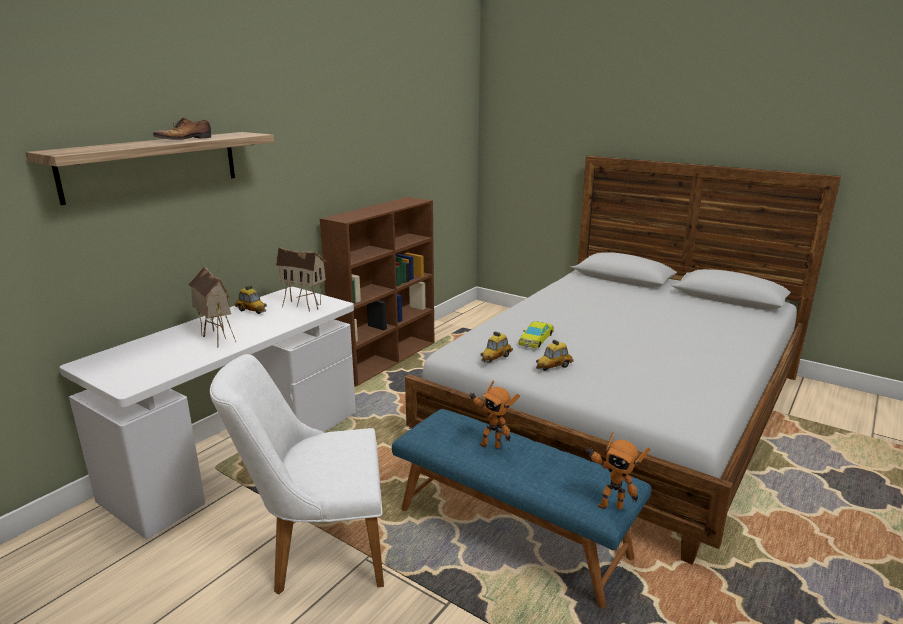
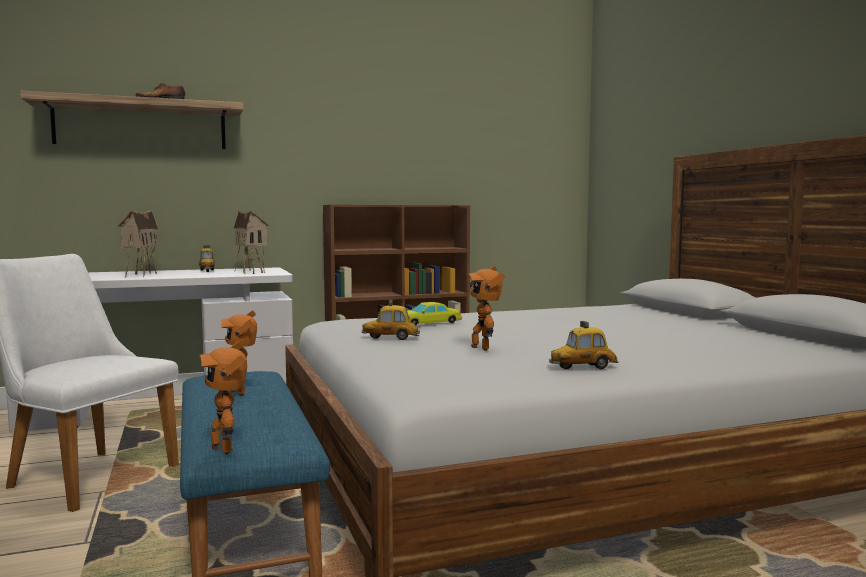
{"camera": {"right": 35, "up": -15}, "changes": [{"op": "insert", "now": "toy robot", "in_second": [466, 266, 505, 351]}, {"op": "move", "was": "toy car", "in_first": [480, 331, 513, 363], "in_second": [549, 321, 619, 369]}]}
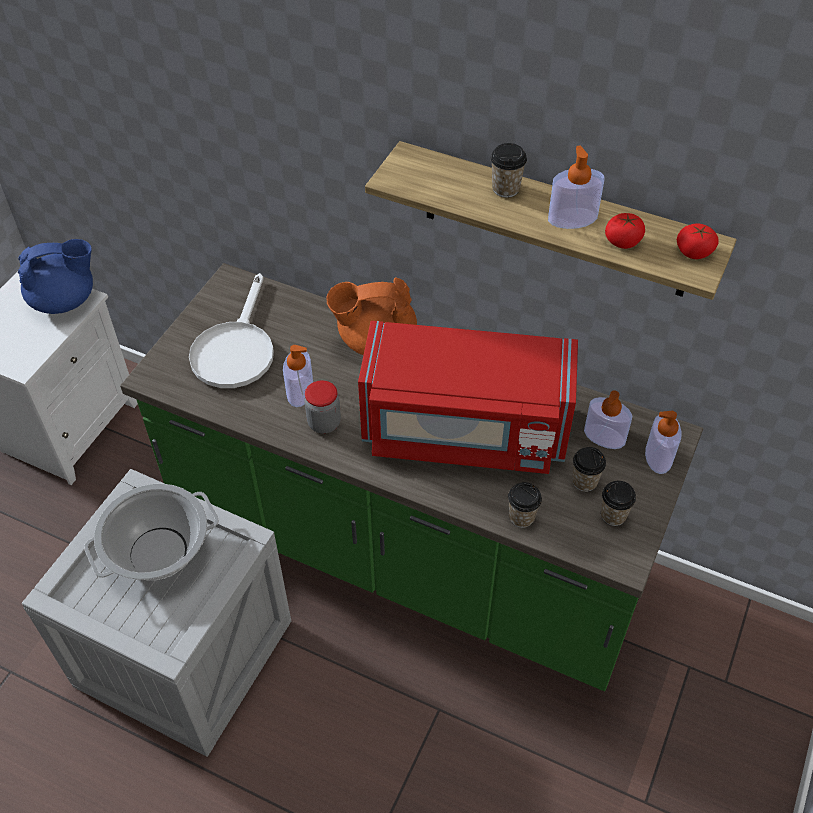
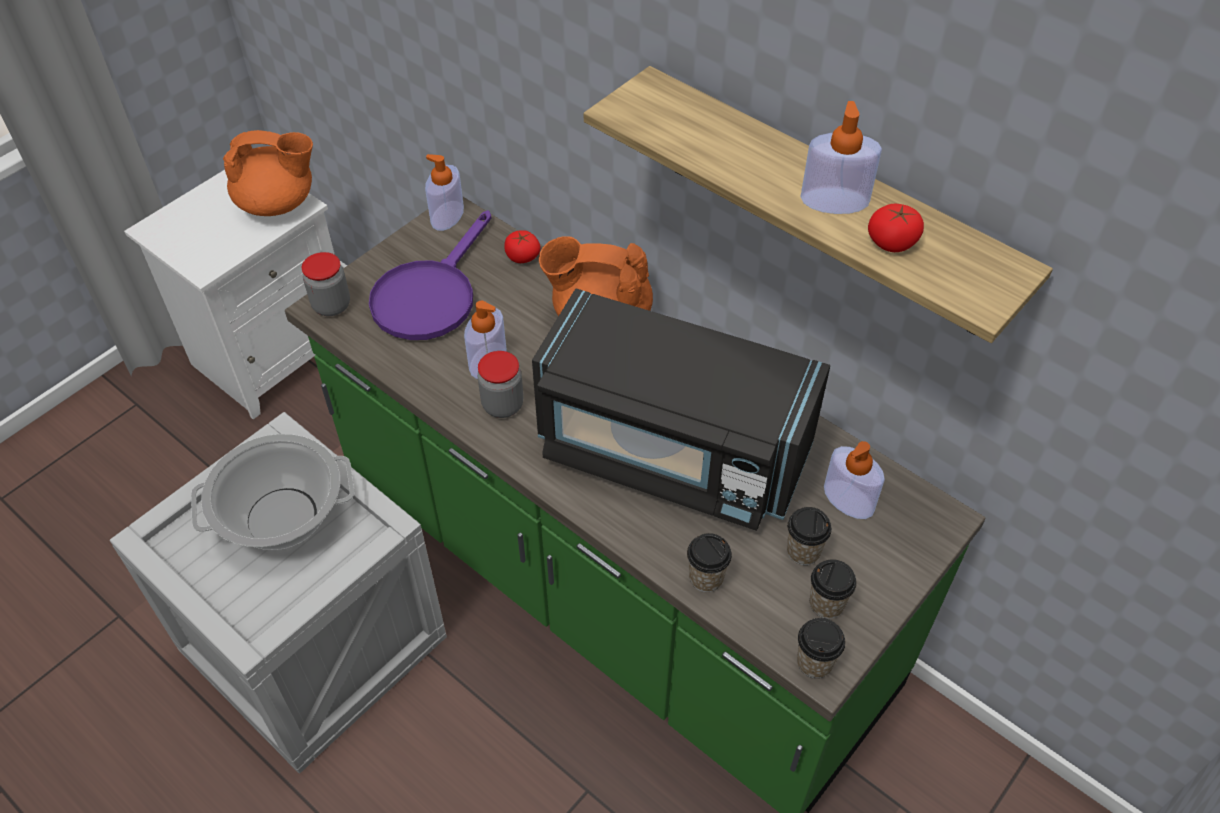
{"camera": {"right": 15, "up": 0}, "changes": [{"op": "insert", "now": "jar", "in_second": [302, 252, 350, 316]}, {"op": "move", "was": "cup", "in_first": [491, 143, 527, 198], "in_second": [797, 618, 845, 678]}, {"op": "move", "was": "soap dispenser", "in_first": [645, 411, 682, 474], "in_second": [425, 154, 464, 231]}, {"op": "move", "was": "tomato", "in_first": [677, 223, 719, 259], "in_second": [504, 230, 541, 263]}, {"op": "recolor", "was": "blue teapot", "now": "orange teapot", "in_first": [18, 239, 93, 314], "in_second": [223, 130, 313, 216]}, {"op": "recolor", "was": "white frying pan", "now": "purple frying pan", "in_first": [189, 273, 274, 388], "in_second": [369, 210, 492, 340]}, {"op": "recolor", "was": "red microwave", "now": "black microwave", "in_first": [358, 321, 578, 474], "in_second": [532, 289, 830, 531]}]}
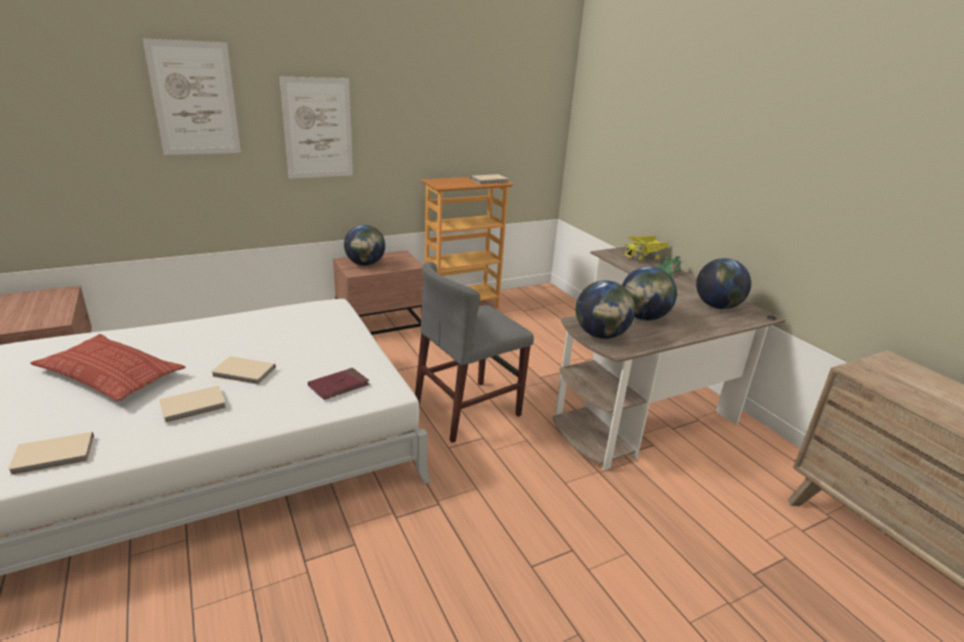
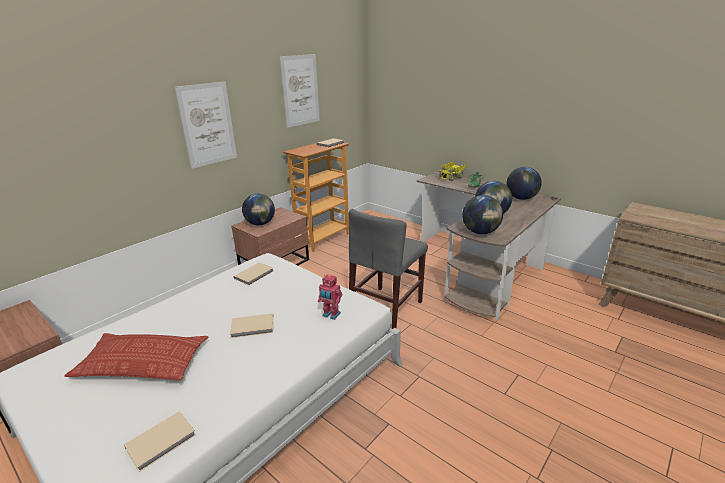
{"camera": {"right": -20, "up": 0}, "changes": [{"op": "move", "was": "picture", "in_first": [143, 39, 241, 155], "in_second": [280, 54, 320, 128]}, {"op": "move", "was": "beige book", "in_first": [159, 385, 226, 423], "in_second": [234, 262, 273, 286]}, {"op": "replace", "was": "red book", "now": "toy robot", "in_first": [308, 368, 369, 400], "in_second": [318, 274, 342, 320]}]}
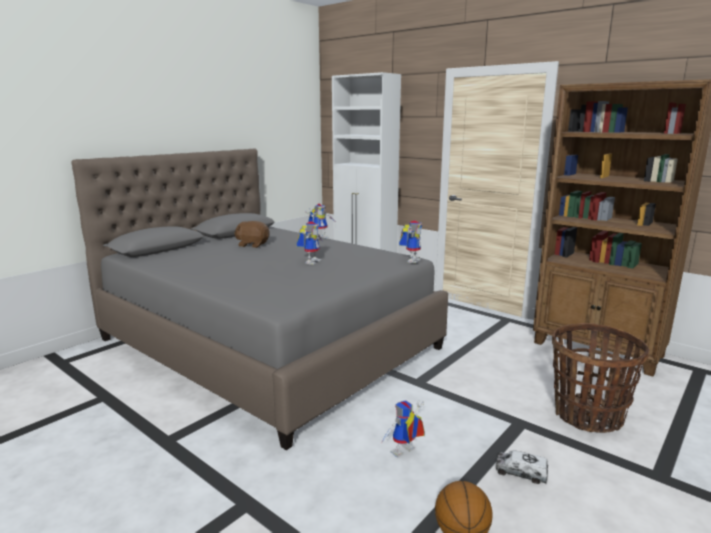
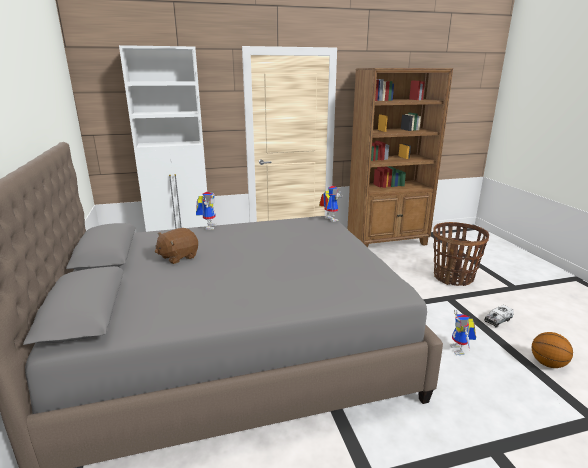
{"camera": {"right": -55, "up": 5}, "changes": [{"op": "delete", "was": "toy robot", "in_first": [297, 221, 322, 265]}]}
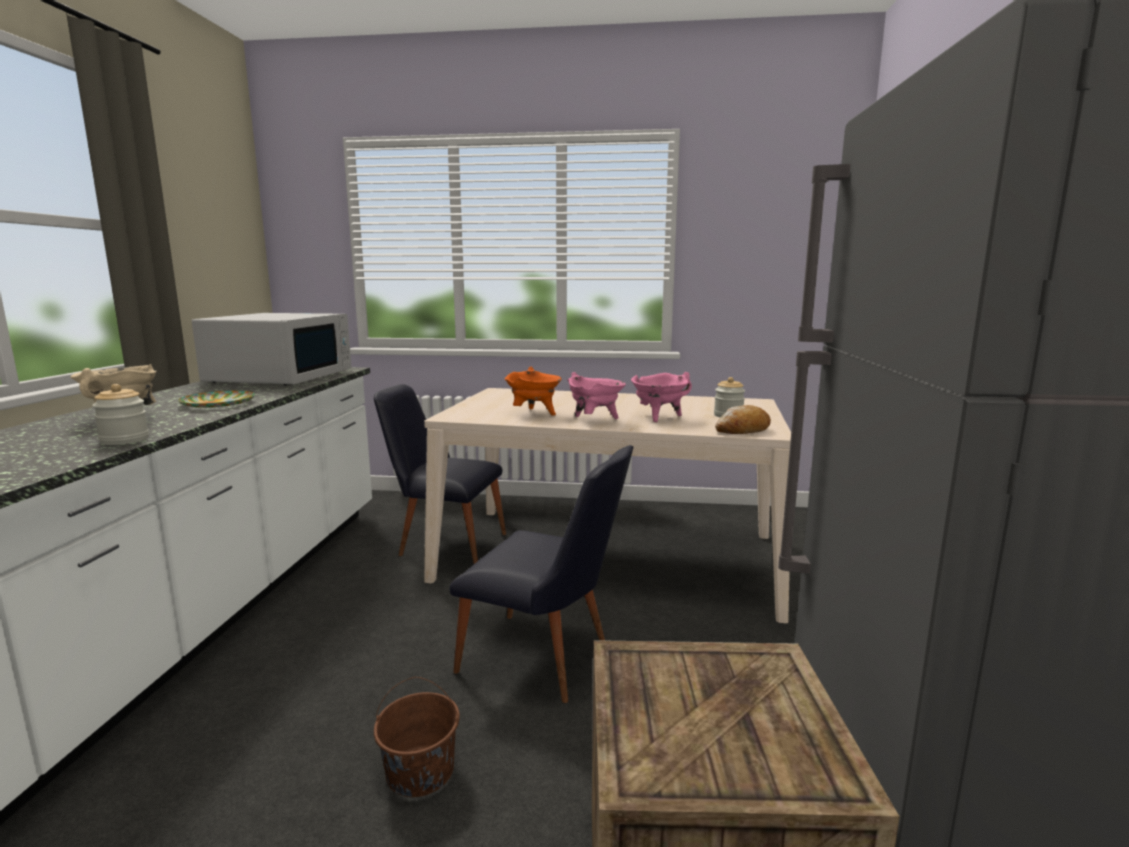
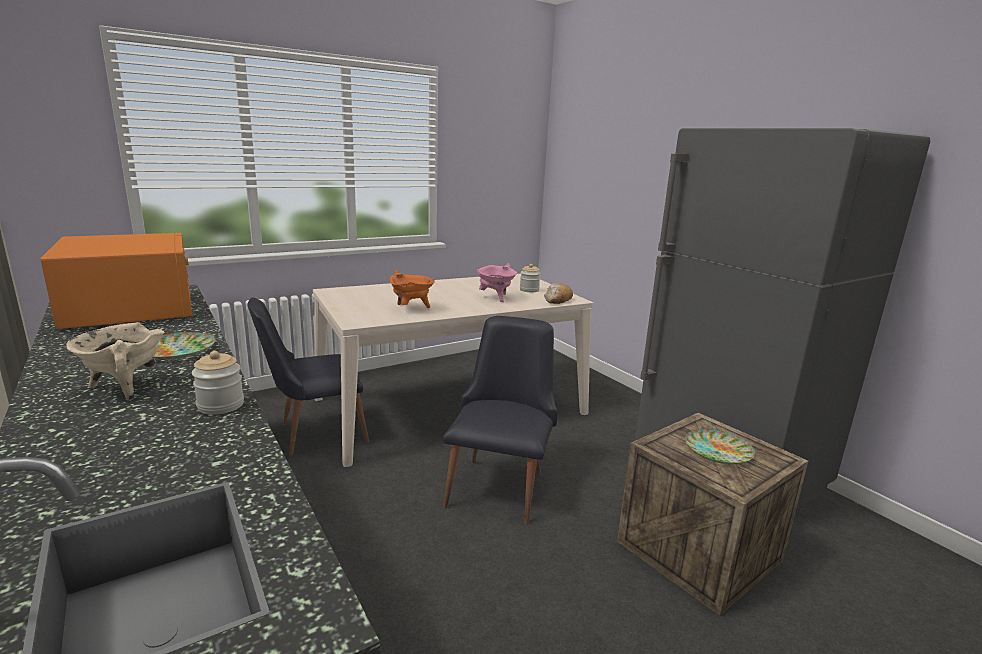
{"camera": {"right": -40, "up": 5}, "changes": [{"op": "delete", "was": "brown bucket", "in_first": [374, 677, 460, 797]}, {"op": "delete", "was": "pink cooking pot", "in_first": [567, 372, 626, 419]}, {"op": "insert", "now": "plate", "in_second": [685, 429, 755, 465]}, {"op": "recolor", "was": "white microwave", "now": "orange microwave", "in_first": [192, 313, 351, 386], "in_second": [40, 233, 192, 329]}, {"op": "rotate", "was": "black chair", "in_first": [449, 445, 633, 703], "in_second": [443, 316, 558, 524], "clockwise": -60}]}
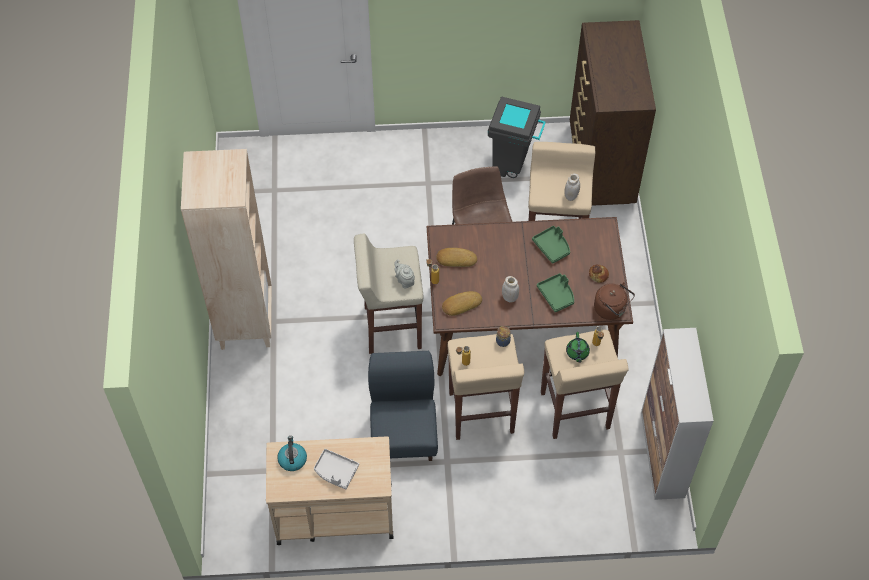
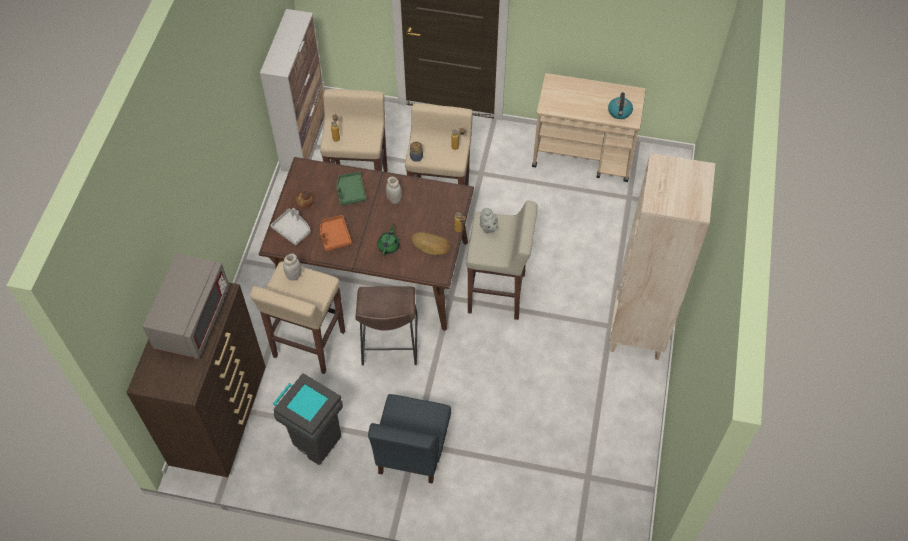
{"camera": {"right": -165, "up": 0}, "changes": [{"op": "delete", "was": "bread", "in_first": [442, 291, 482, 316]}, {"op": "delete", "was": "brown kettle", "in_first": [594, 282, 635, 320]}, {"op": "insert", "now": "grey microwave", "in_second": [142, 254, 229, 359]}, {"op": "move", "was": "grey tray", "in_first": [314, 449, 359, 489], "in_second": [270, 208, 311, 245]}, {"op": "move", "was": "blue chair", "in_first": [368, 351, 438, 461], "in_second": [368, 394, 451, 484]}, {"op": "move", "was": "green teapot", "in_first": [566, 332, 590, 363], "in_second": [377, 224, 400, 256]}, {"op": "recolor", "was": "green tray", "now": "orange tray", "in_first": [532, 226, 570, 264], "in_second": [320, 215, 352, 251]}]}
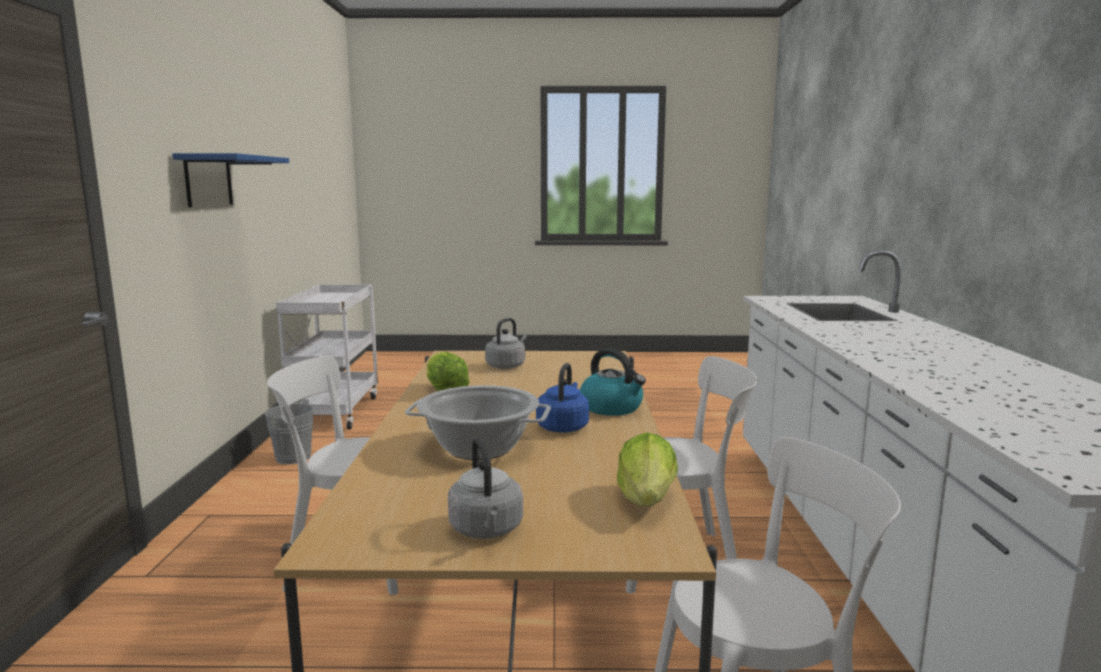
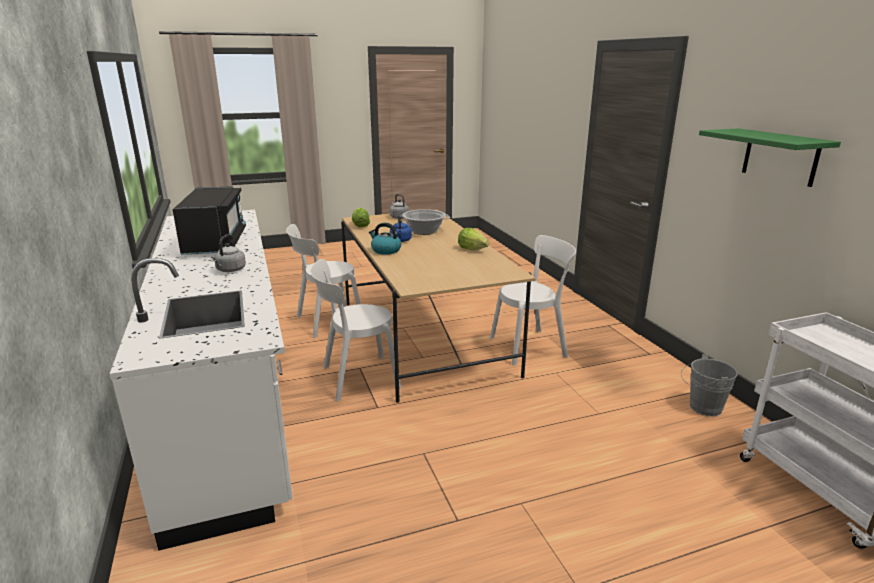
{"camera": {"right": 160, "up": 10}, "changes": [{"op": "insert", "now": "black microwave", "in_second": [173, 186, 246, 255]}, {"op": "move", "was": "grey kettle", "in_first": [485, 318, 527, 369], "in_second": [213, 234, 246, 272]}, {"op": "recolor", "was": "blue shelf", "now": "green shelf", "in_first": [172, 153, 289, 207], "in_second": [699, 128, 841, 187]}]}
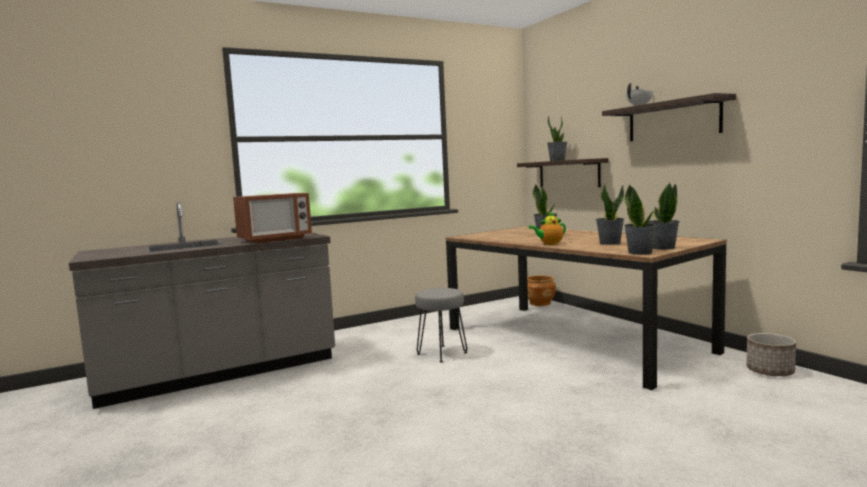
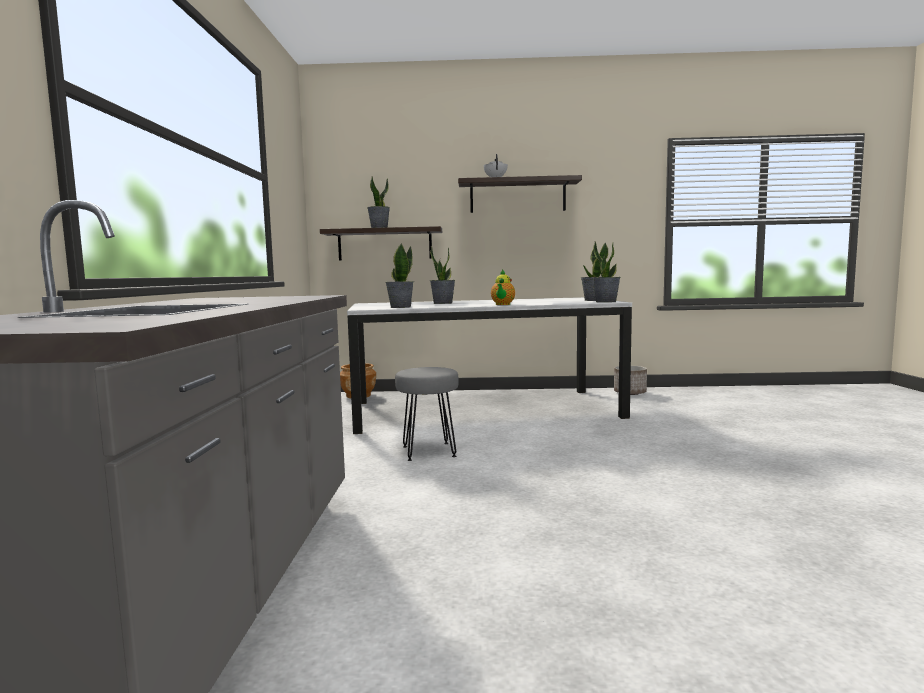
{"camera": {"right": -60, "up": 0}, "changes": [{"op": "delete", "was": "microwave", "in_first": [233, 193, 312, 243]}, {"op": "move", "was": "potted plant", "in_first": [596, 184, 624, 245], "in_second": [386, 243, 414, 308]}, {"op": "recolor", "was": "brown dining table", "now": "white dining table", "in_first": [446, 227, 727, 390], "in_second": [347, 297, 632, 434]}]}
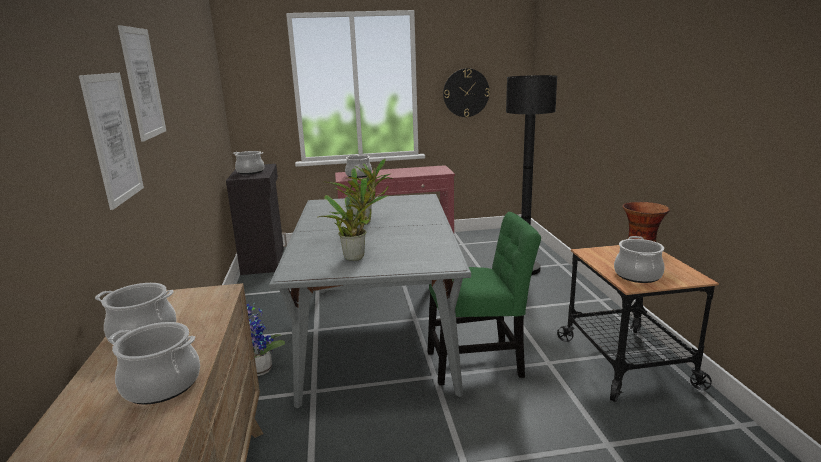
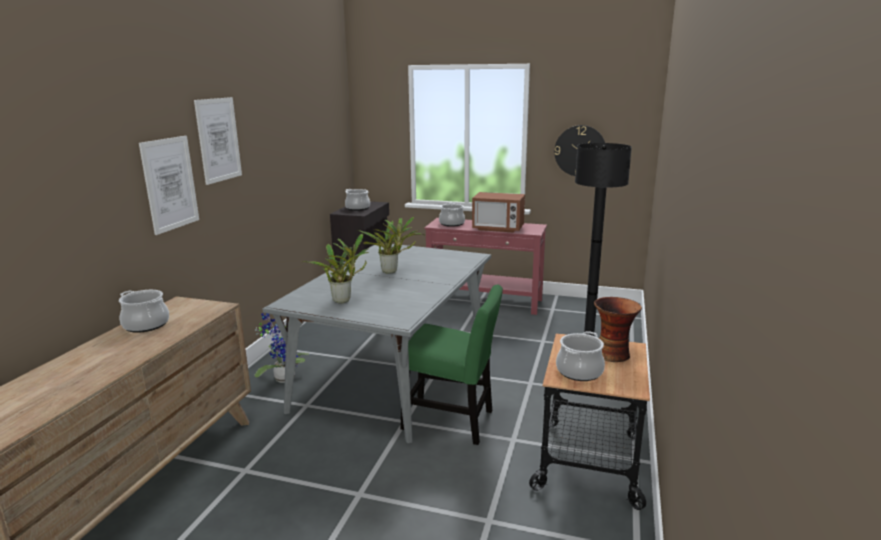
{"camera": {"right": 25, "up": 0}, "changes": [{"op": "delete", "was": "cooking pot", "in_first": [108, 322, 200, 404]}, {"op": "insert", "now": "microwave", "in_second": [472, 192, 525, 233]}]}
